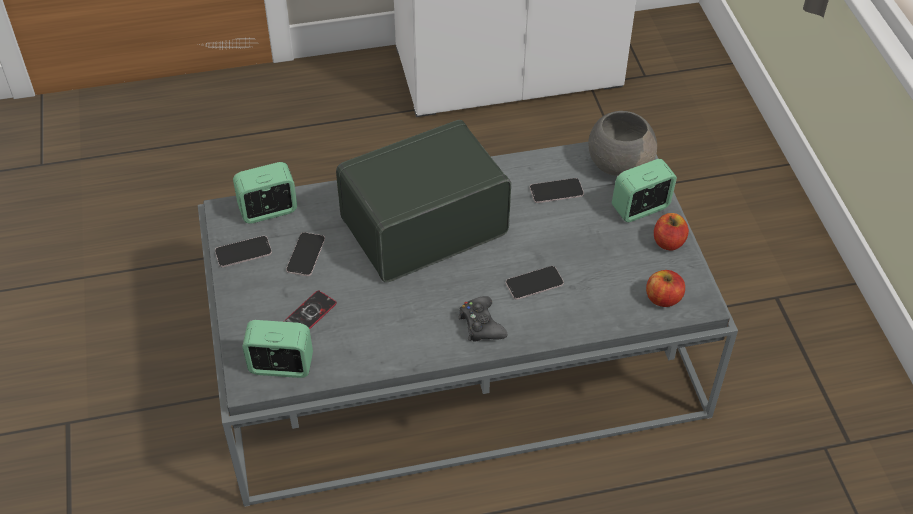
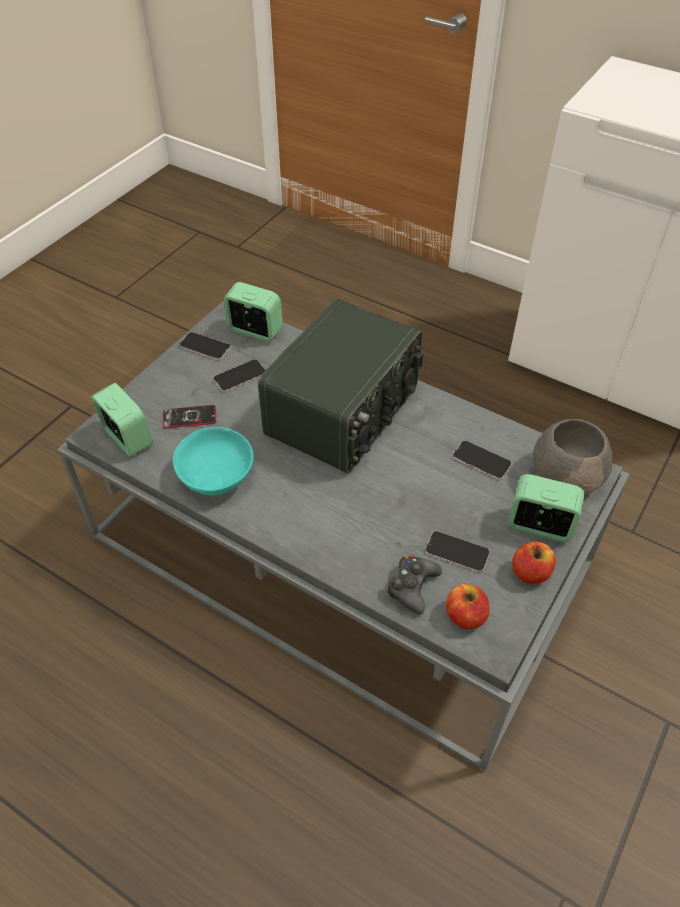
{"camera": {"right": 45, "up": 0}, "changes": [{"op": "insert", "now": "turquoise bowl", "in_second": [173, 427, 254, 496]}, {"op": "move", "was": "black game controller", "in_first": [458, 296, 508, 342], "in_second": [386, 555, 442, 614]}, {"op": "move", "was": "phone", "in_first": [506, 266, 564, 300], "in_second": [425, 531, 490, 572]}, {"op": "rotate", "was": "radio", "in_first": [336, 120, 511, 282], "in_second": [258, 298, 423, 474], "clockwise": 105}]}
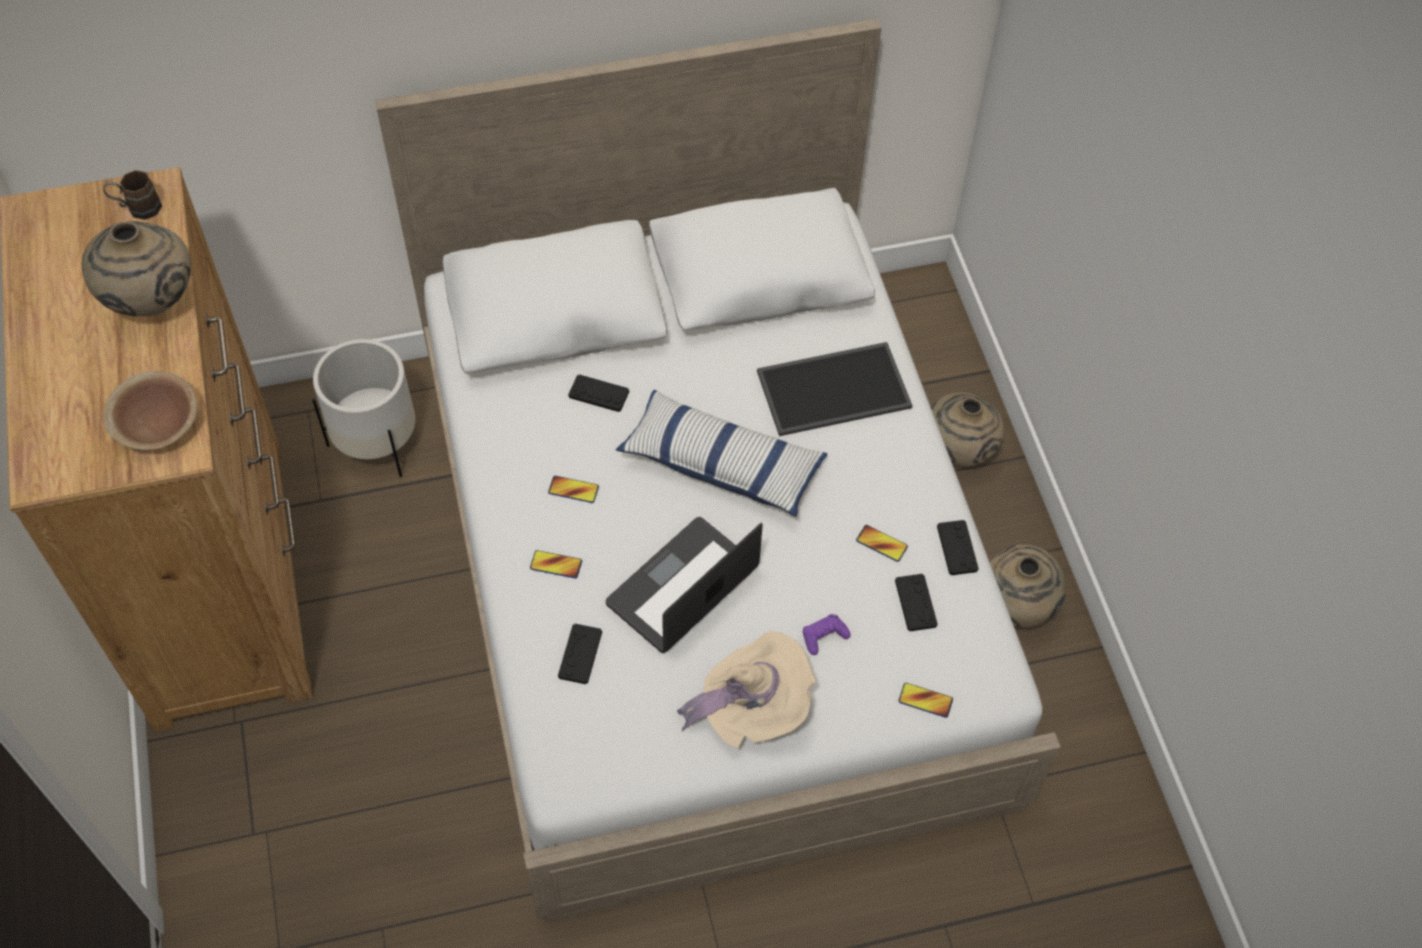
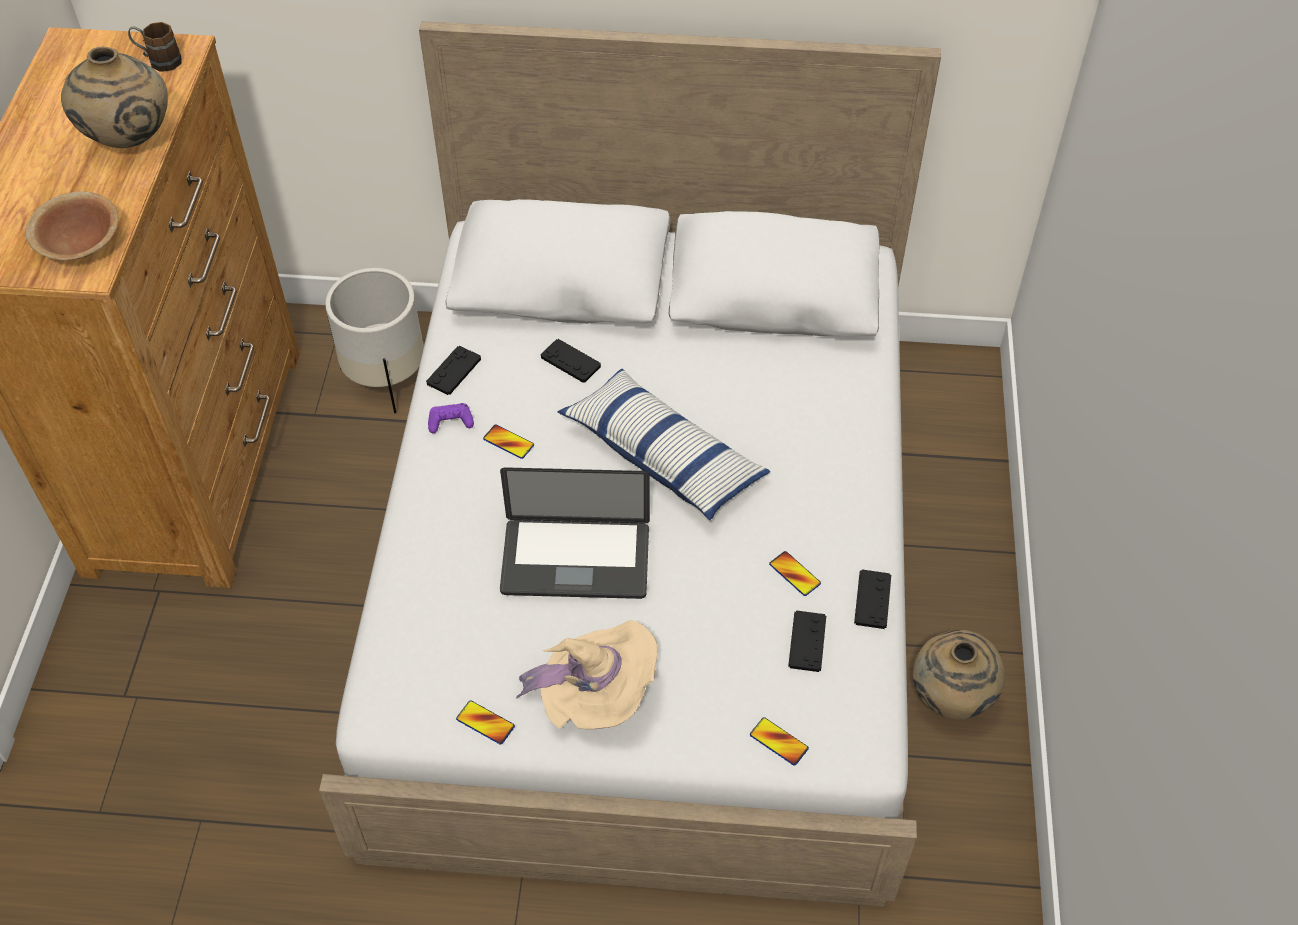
{"camera": {"right": 20, "up": -5}, "changes": [{"op": "delete", "was": "tray", "in_first": [757, 342, 913, 436]}, {"op": "delete", "was": "beige vase", "in_first": [931, 392, 1004, 466]}, {"op": "move", "was": "phone", "in_first": [530, 550, 582, 578], "in_second": [456, 700, 515, 745]}, {"op": "move", "was": "black game controller", "in_first": [558, 624, 602, 684], "in_second": [426, 346, 481, 395]}, {"op": "move", "was": "purple game controller", "in_first": [803, 614, 851, 655], "in_second": [428, 403, 474, 433]}, {"op": "rotate", "was": "laptop", "in_first": [606, 517, 763, 653], "in_second": [500, 467, 650, 599], "clockwise": -150}]}
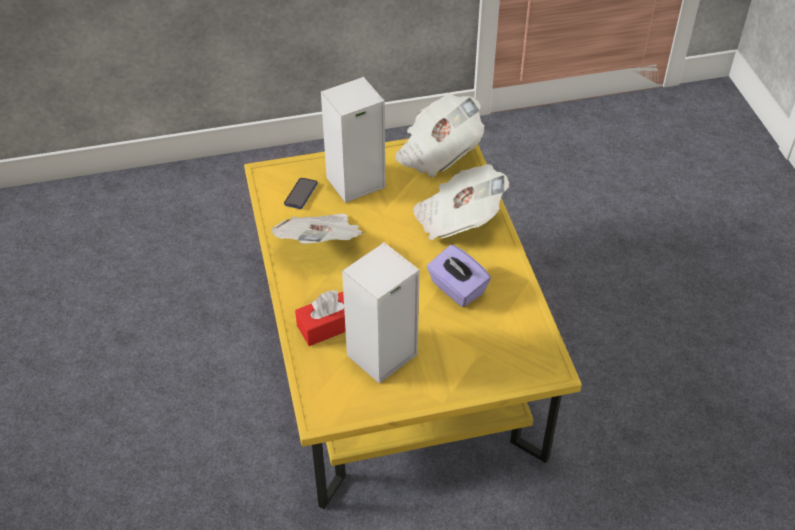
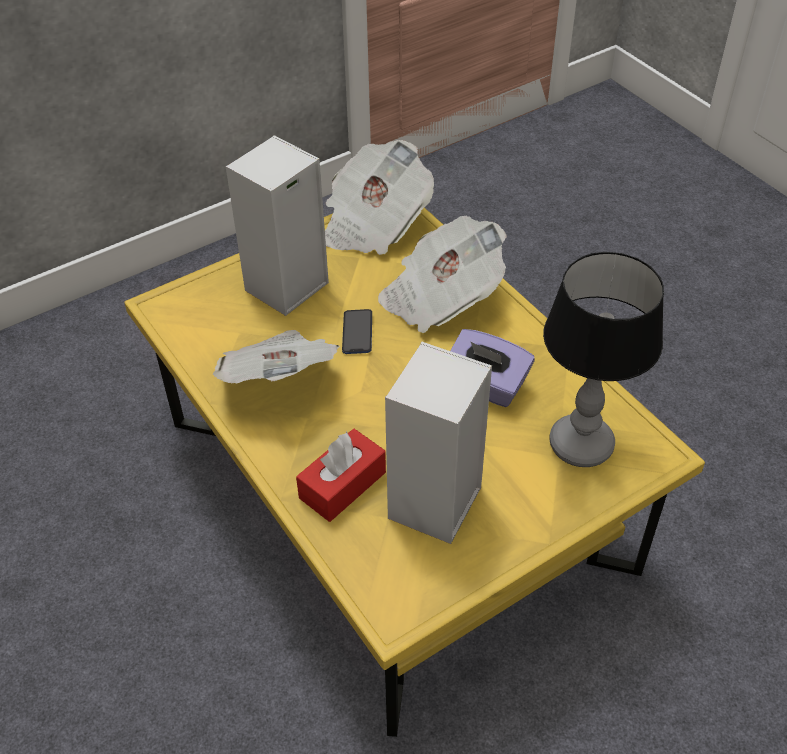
{"camera": {"right": -20, "up": 0}, "changes": [{"op": "insert", "now": "table lamp", "in_second": [543, 252, 664, 467]}, {"op": "move", "was": "phone", "in_first": [284, 178, 318, 209], "in_second": [342, 309, 372, 354]}]}
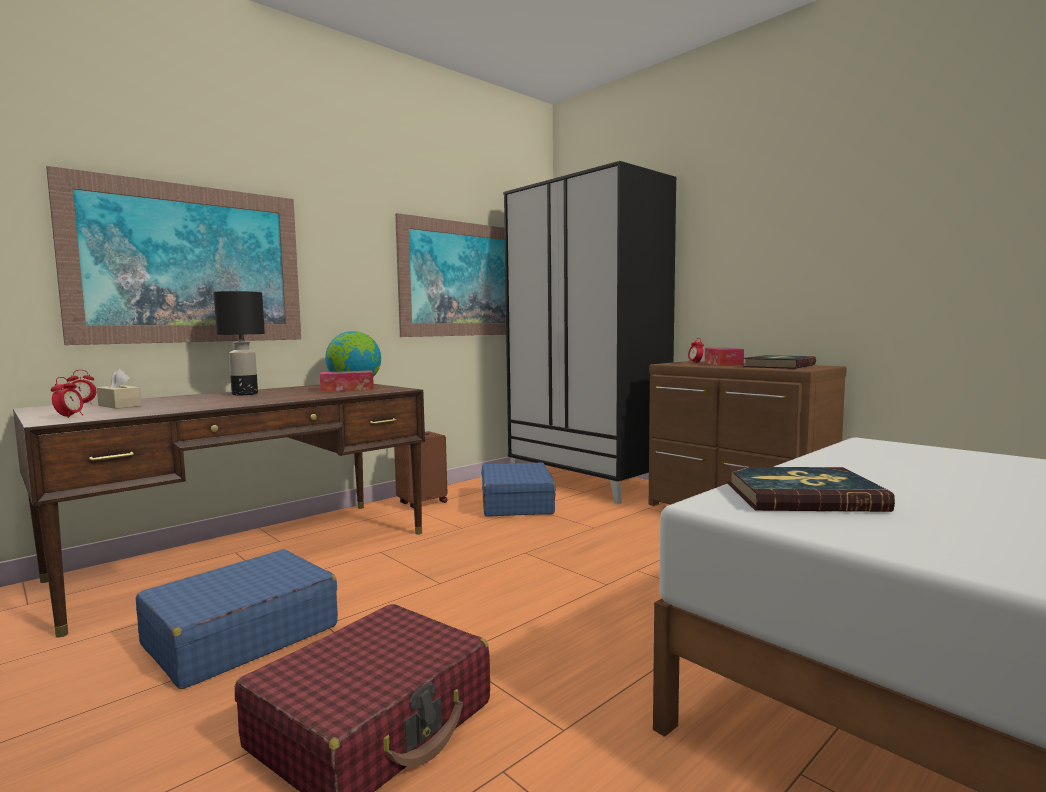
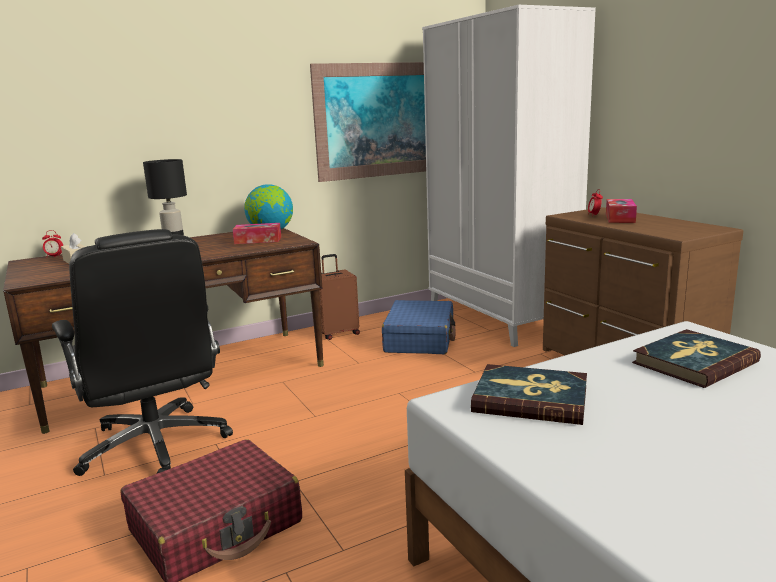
{"camera": {"right": 15, "up": 10}, "changes": [{"op": "delete", "was": "picture", "in_first": [46, 166, 301, 345]}, {"op": "delete", "was": "alarm clock", "in_first": [51, 377, 83, 418]}, {"op": "move", "was": "book", "in_first": [743, 355, 816, 369], "in_second": [632, 329, 761, 388]}, {"op": "replace", "was": "blue suitcase", "now": "black office chair", "in_first": [136, 549, 338, 689], "in_second": [52, 229, 233, 476]}, {"op": "recolor", "was": "black wardrobe", "now": "white wardrobe", "in_first": [503, 161, 676, 504], "in_second": [422, 5, 596, 347]}]}
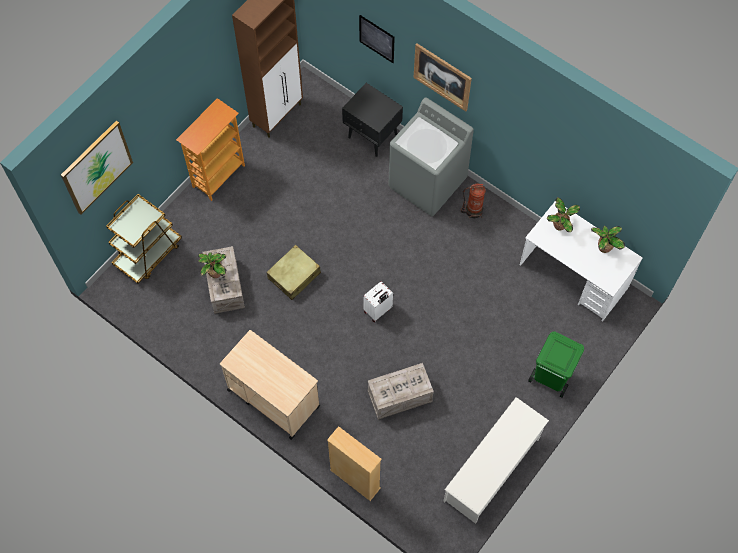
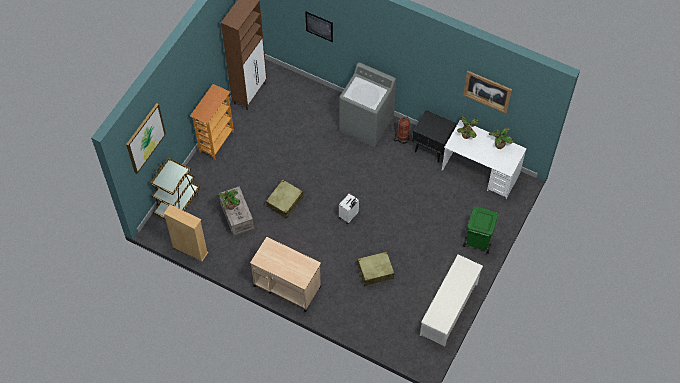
{"camera": {"right": -10, "up": -5}, "changes": [{"op": "move", "was": "beige bookcase", "in_first": [327, 426, 382, 501], "in_second": [163, 204, 208, 261]}, {"op": "move", "was": "black nightstand", "in_first": [342, 83, 403, 157], "in_second": [412, 110, 456, 163]}, {"op": "move", "was": "picture", "in_first": [414, 44, 472, 111], "in_second": [463, 71, 512, 114]}, {"op": "replace", "was": "crate", "now": "beige suitcase", "in_first": [368, 363, 434, 420], "in_second": [357, 251, 395, 286]}]}
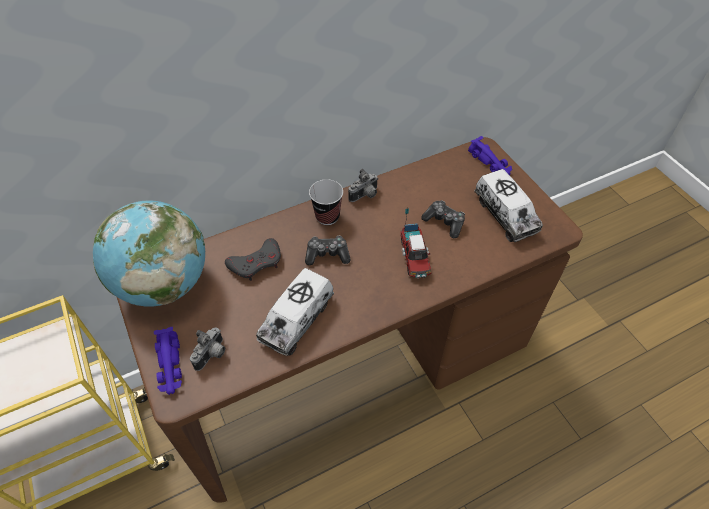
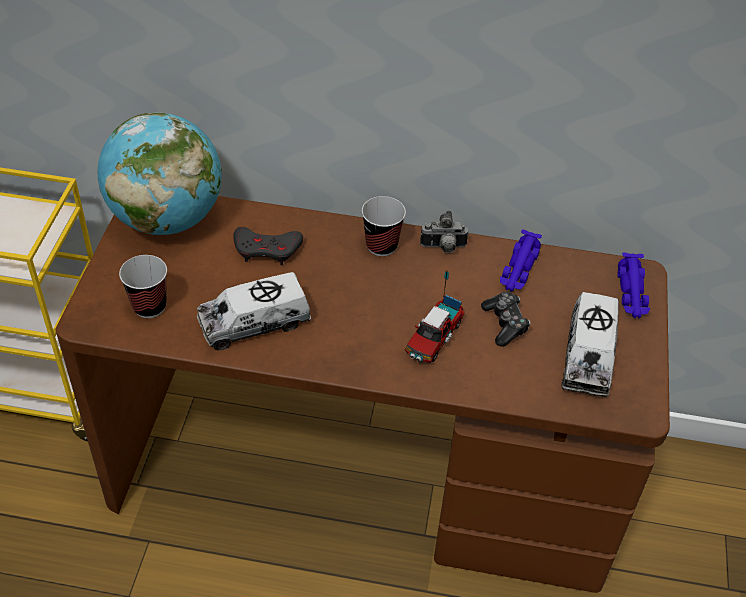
{"camera": {"right": 35, "up": -5}, "changes": [{"op": "delete", "was": "game controller", "in_first": [305, 236, 351, 265]}, {"op": "move", "was": "purple toy car", "in_first": [154, 327, 182, 395], "in_second": [500, 229, 542, 291]}, {"op": "replace", "was": "photo camera", "now": "cup", "in_first": [190, 327, 225, 371], "in_second": [119, 255, 167, 318]}]}
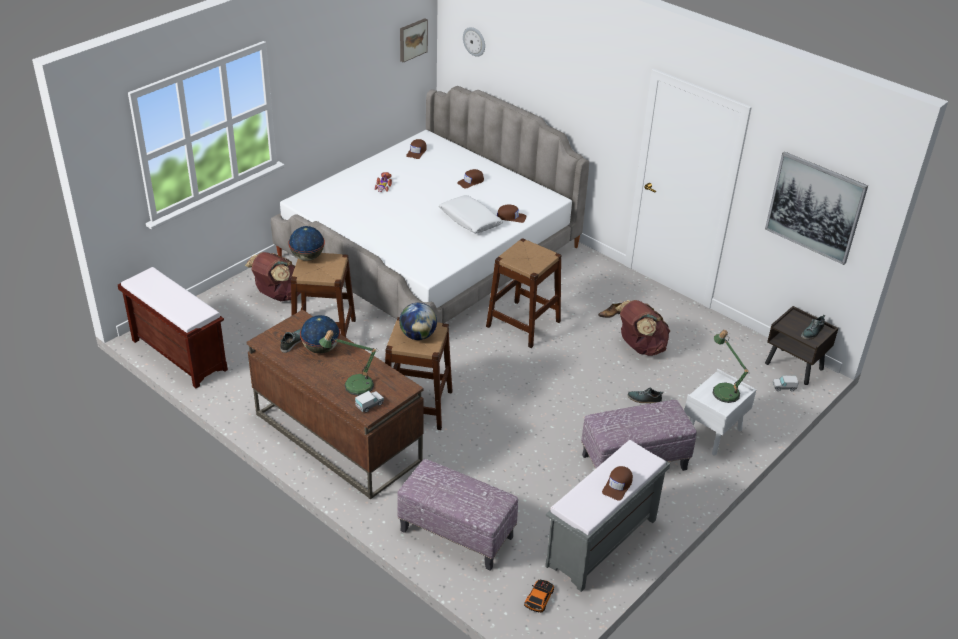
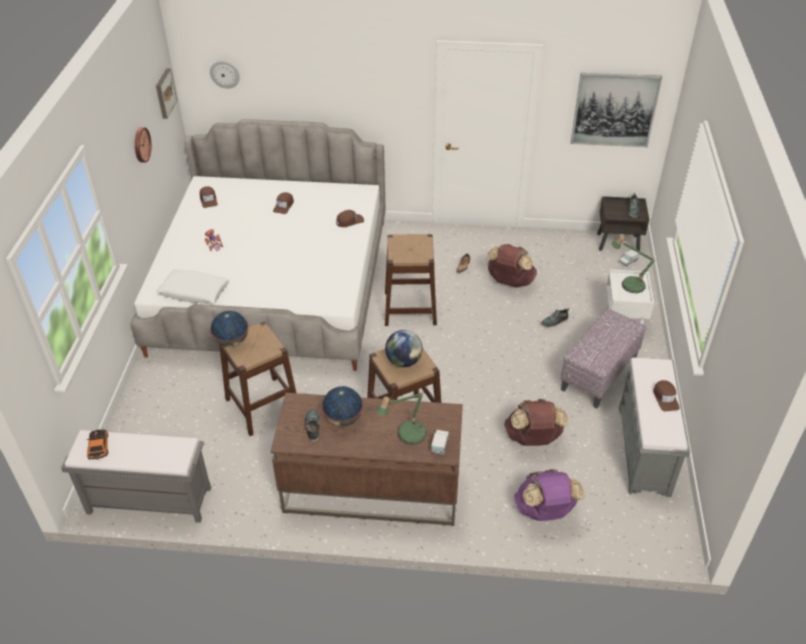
{"camera": {"right": -35, "up": 5}, "changes": [{"op": "insert", "now": "wall clock", "in_second": [135, 127, 151, 163]}, {"op": "move", "was": "brown backpack", "in_first": [245, 252, 301, 301], "in_second": [504, 399, 568, 446]}, {"op": "move", "was": "white pillow", "in_first": [439, 195, 503, 233], "in_second": [156, 269, 230, 304]}, {"op": "move", "was": "toy car", "in_first": [524, 579, 554, 613], "in_second": [87, 429, 108, 459]}, {"op": "replace", "was": "ottoman", "now": "purple backpack", "in_first": [397, 459, 518, 571], "in_second": [514, 469, 584, 521]}, {"op": "recolor", "was": "brown bench", "now": "grey bench", "in_first": [118, 267, 228, 388], "in_second": [61, 430, 211, 523]}]}
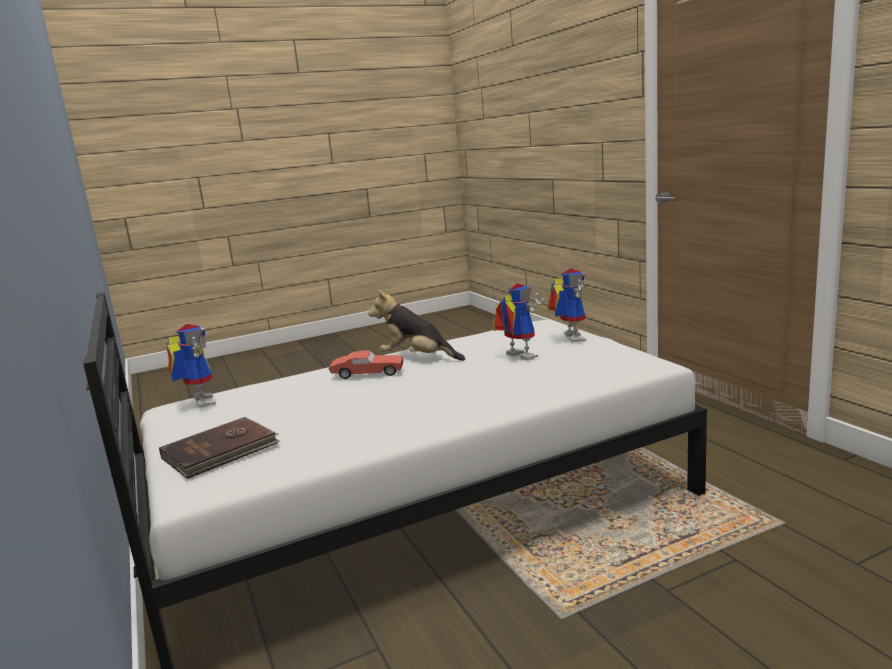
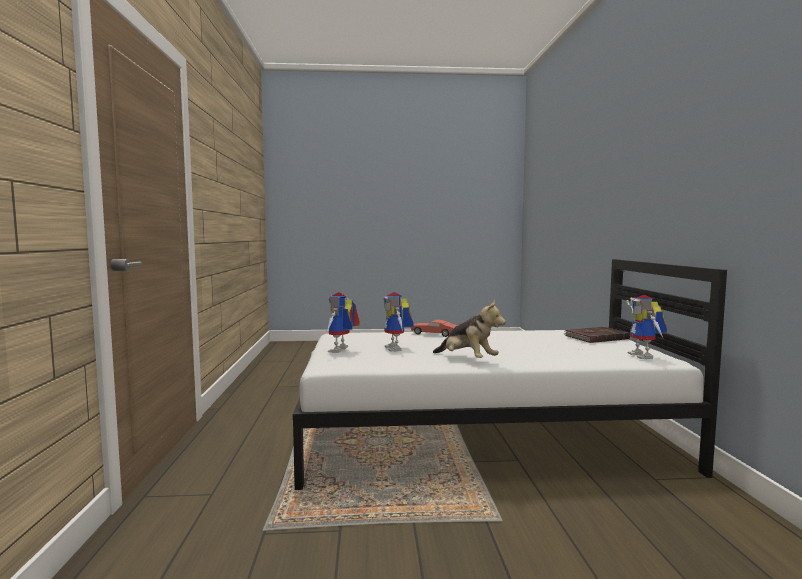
{"camera": {"right": -160, "up": -10}, "changes": [{"op": "move", "was": "red toy car", "in_first": [329, 350, 404, 379], "in_second": [411, 320, 457, 337]}]}
